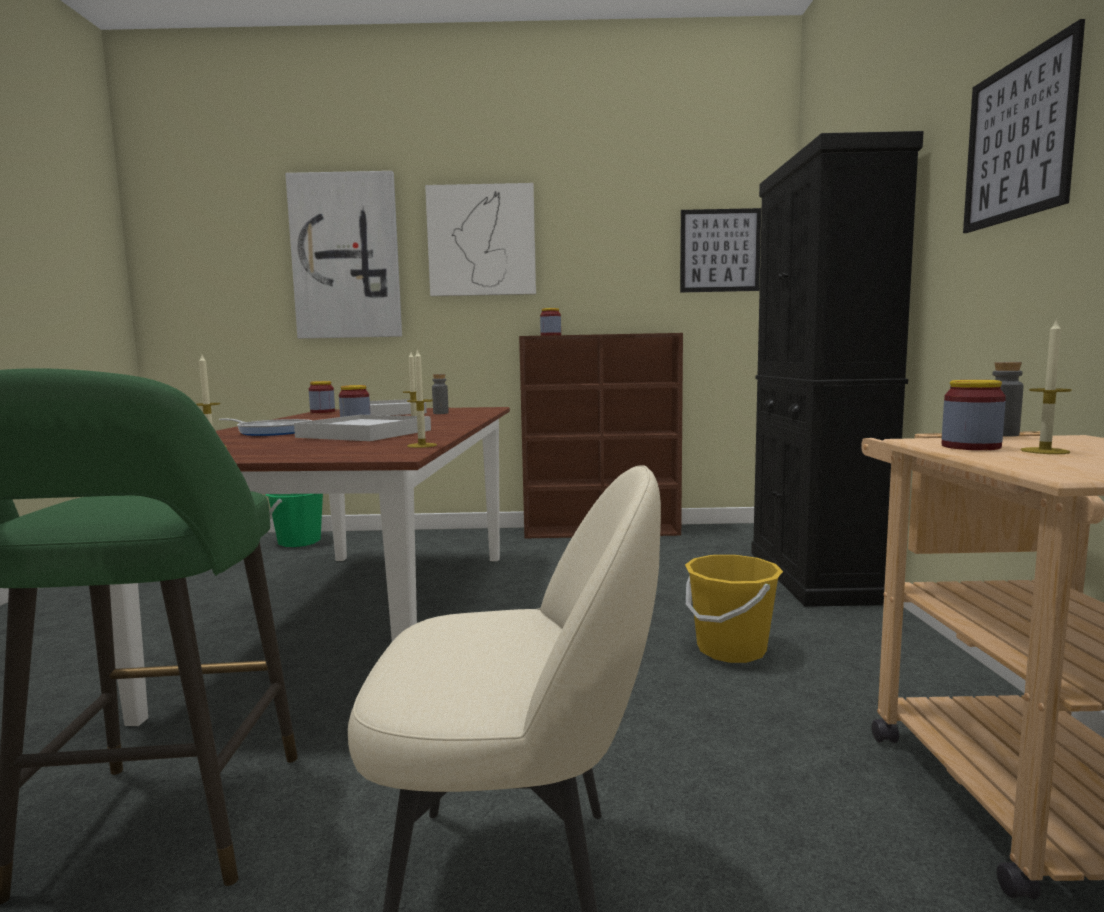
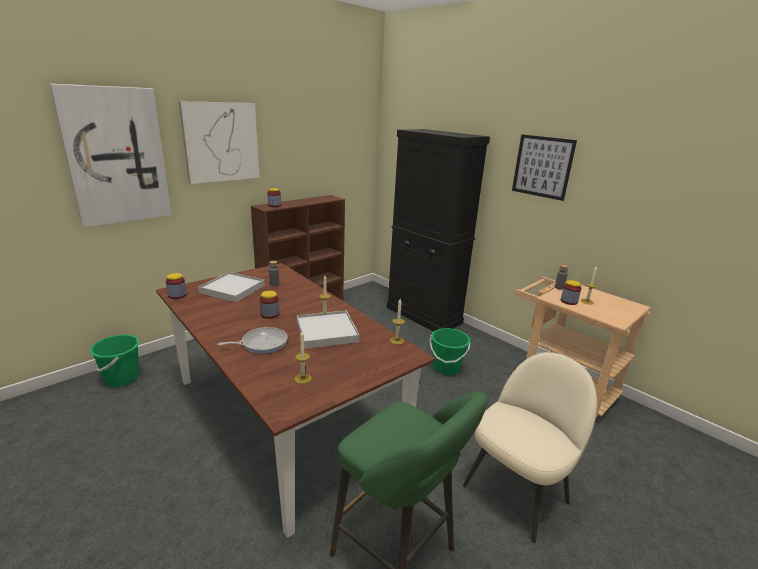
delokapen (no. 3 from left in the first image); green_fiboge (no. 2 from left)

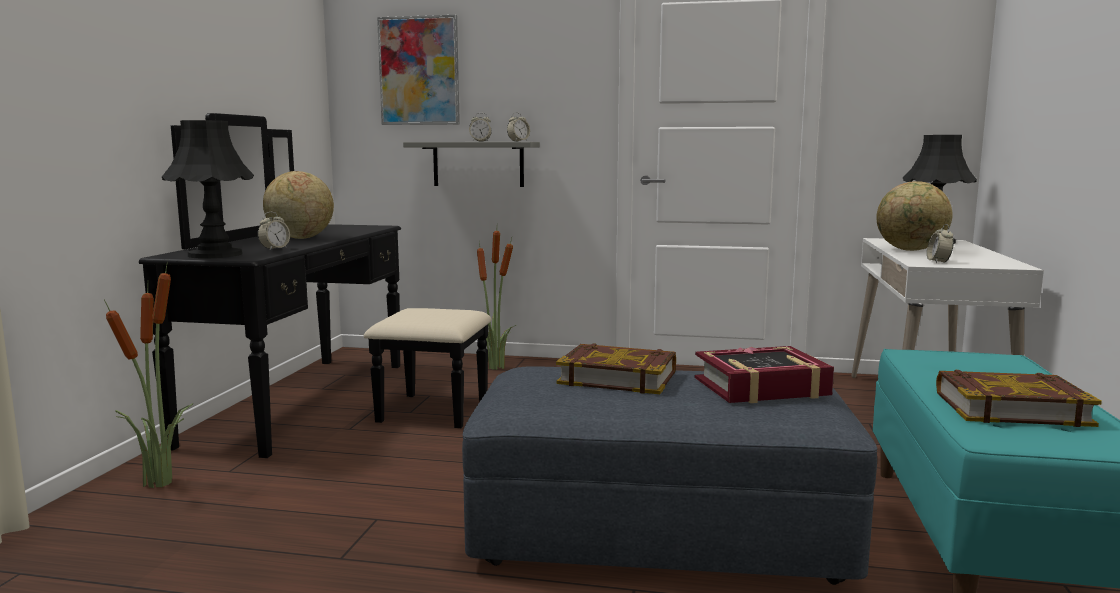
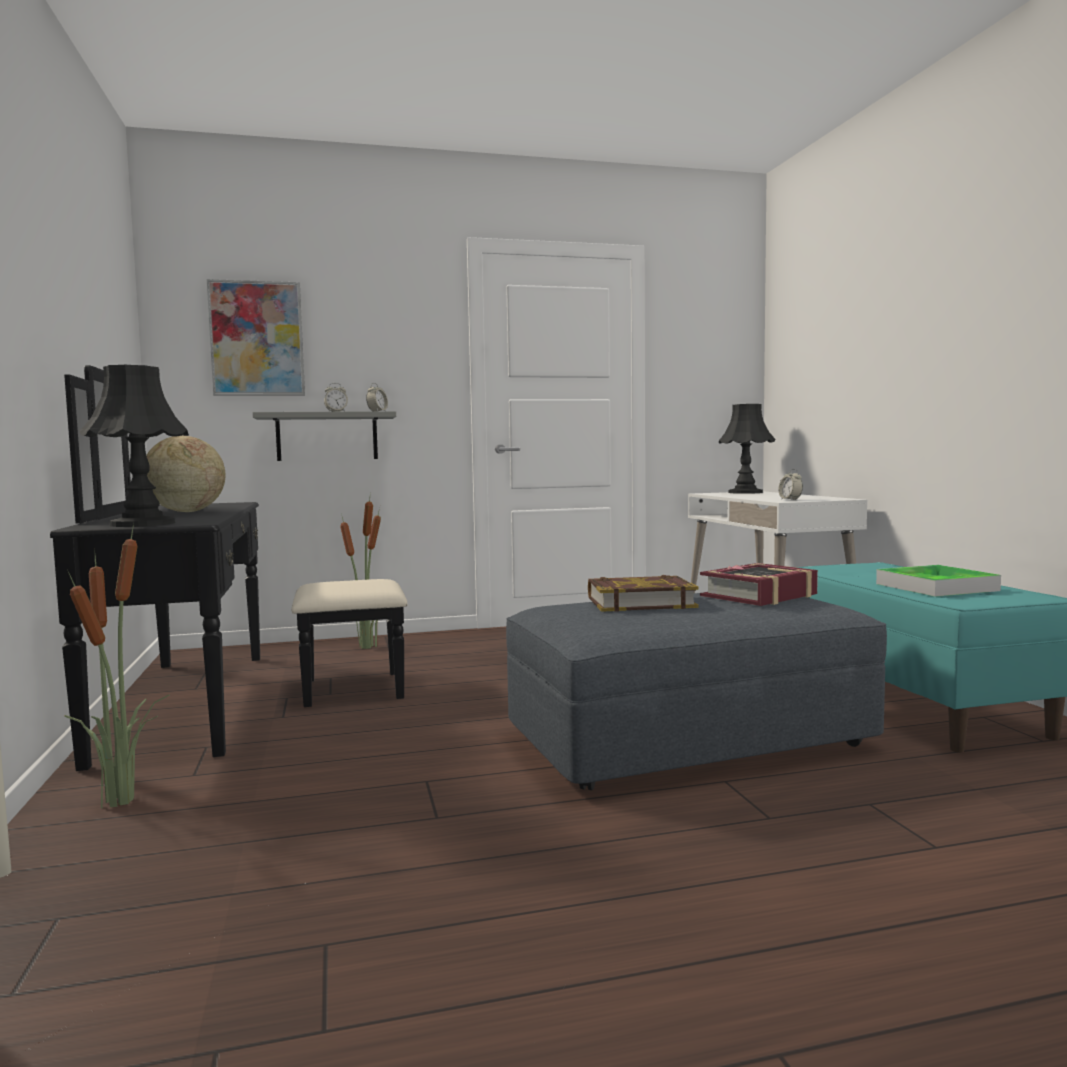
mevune (no. 1 from left in the first image); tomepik (no. 2 from left in the first image); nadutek

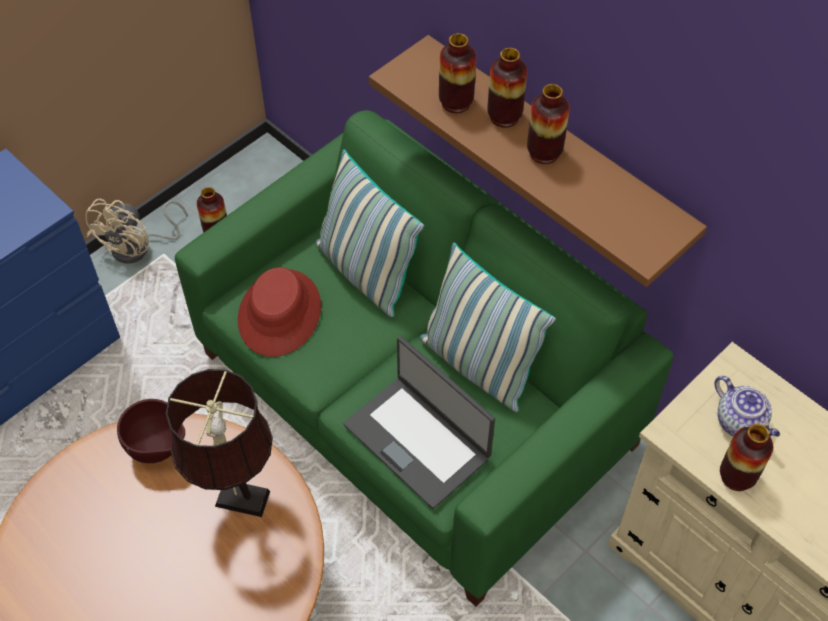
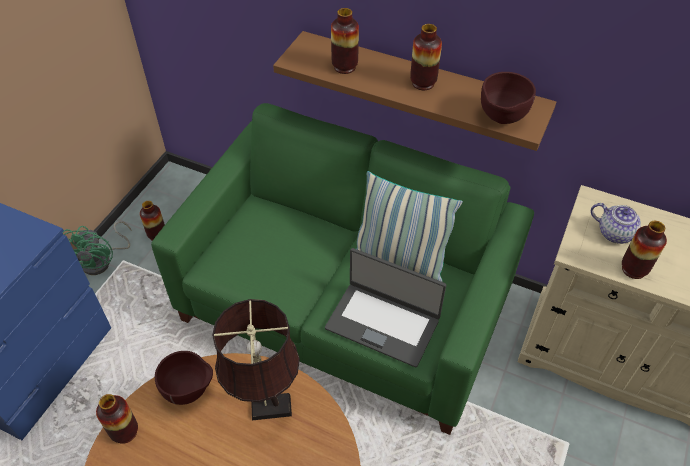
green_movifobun; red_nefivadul; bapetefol (no. 1 from left in the first image); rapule (no. 1 from left); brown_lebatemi (no. 2 from left)

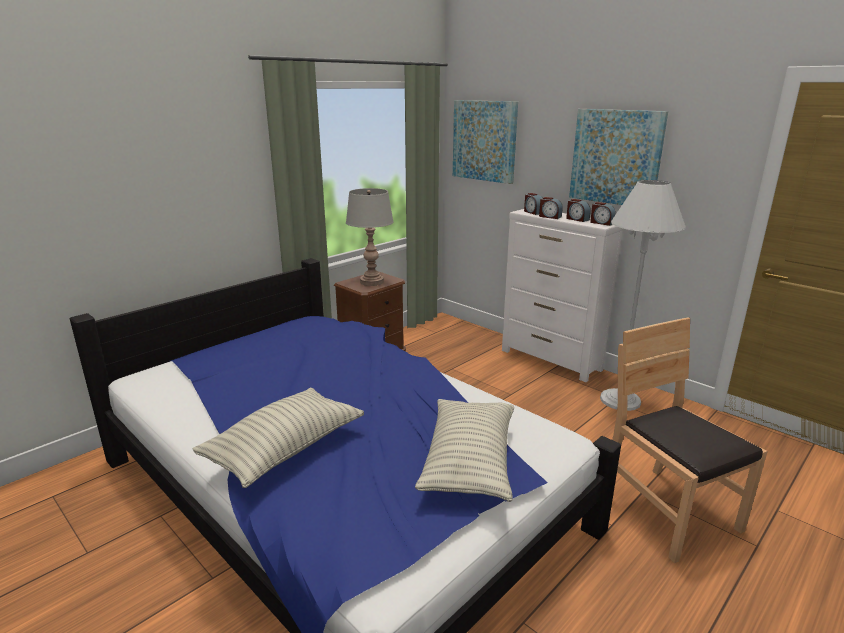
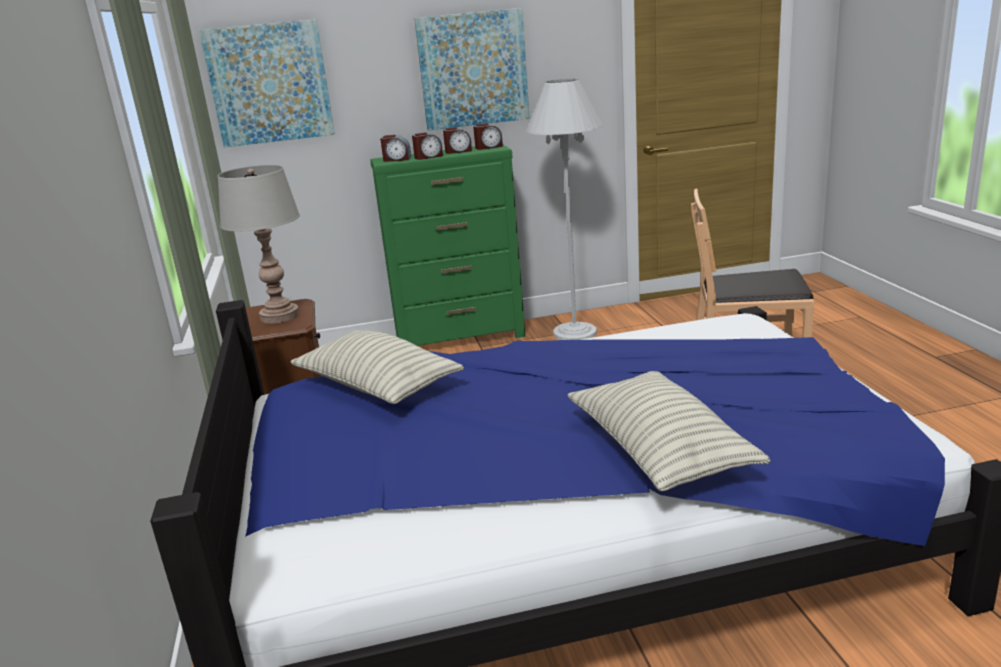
bapetefol (no. 1 from left); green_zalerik

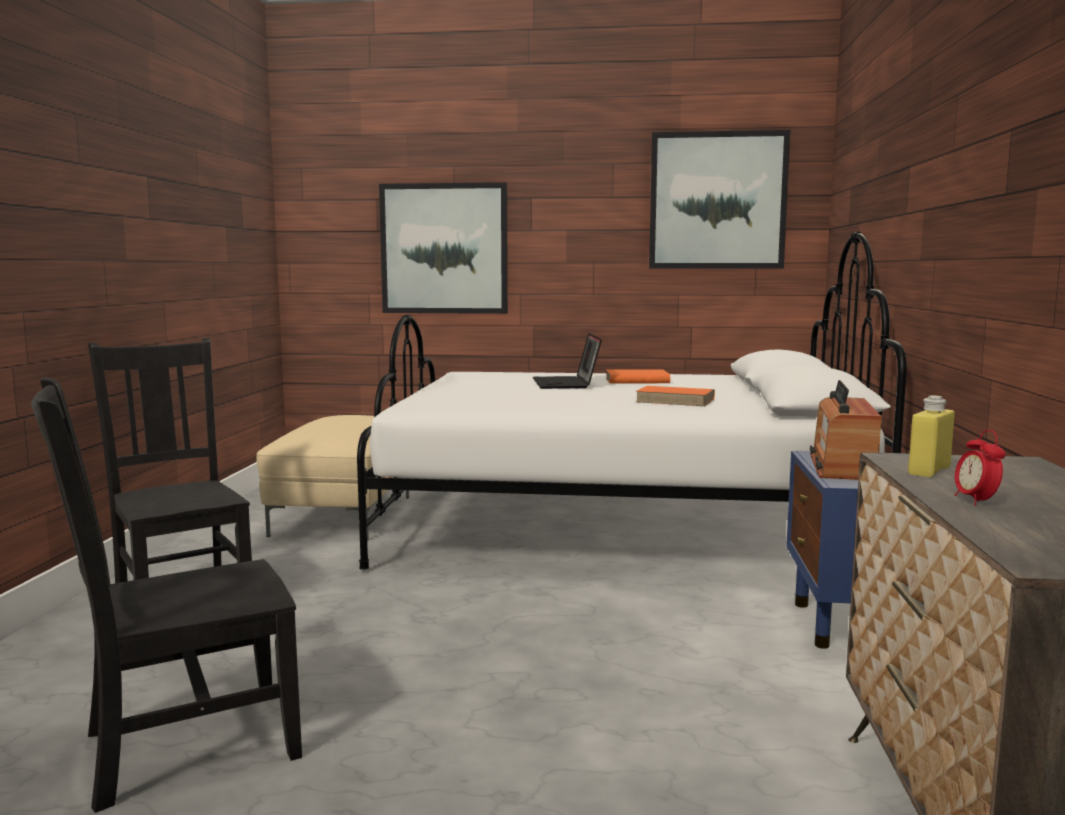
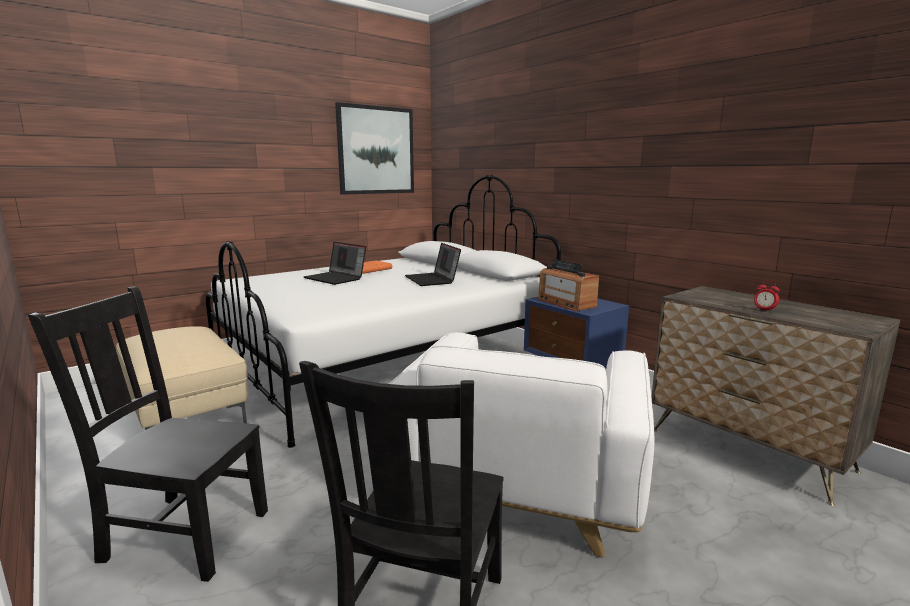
delokapen (no. 1 from left in the first image); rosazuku (no. 2 from left); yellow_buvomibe; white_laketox

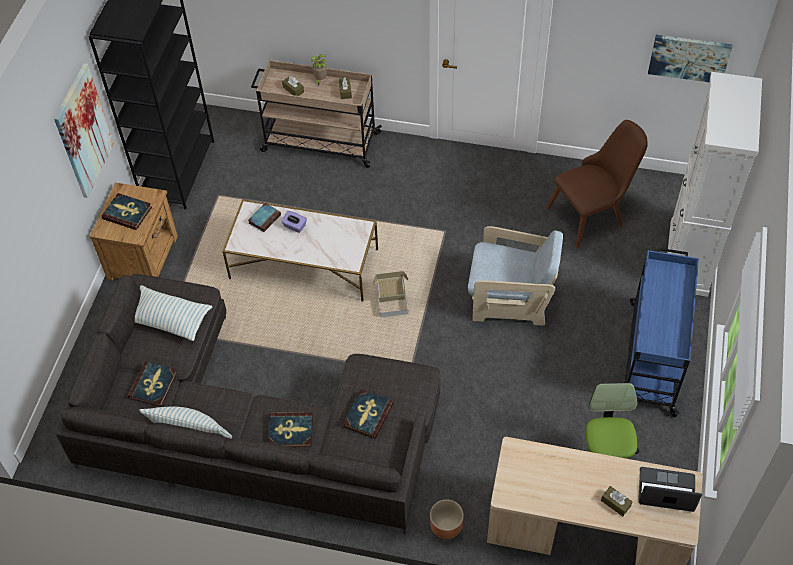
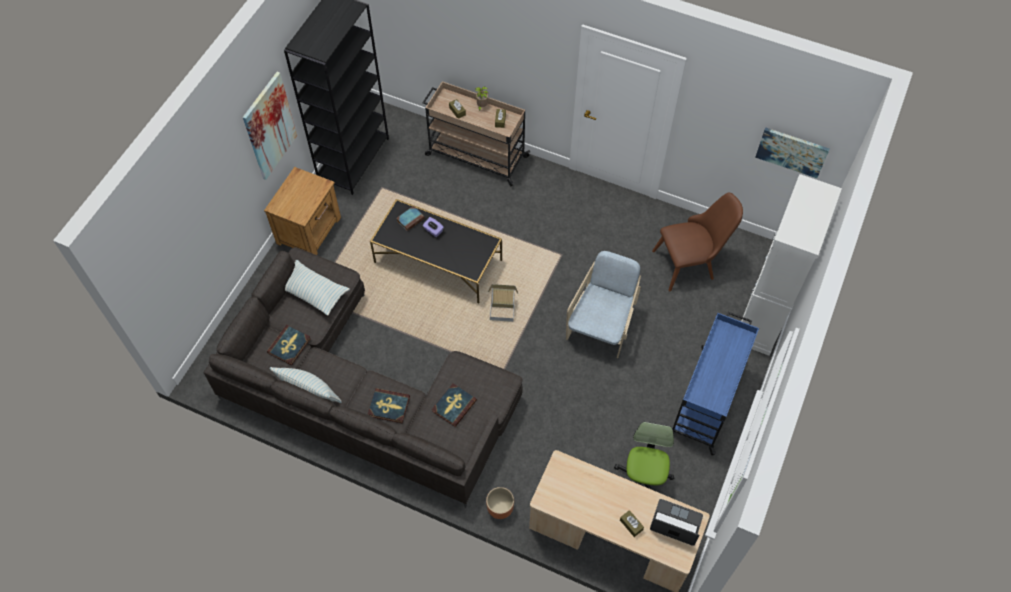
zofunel (no. 1 from left in the first image); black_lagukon; beige_laketox

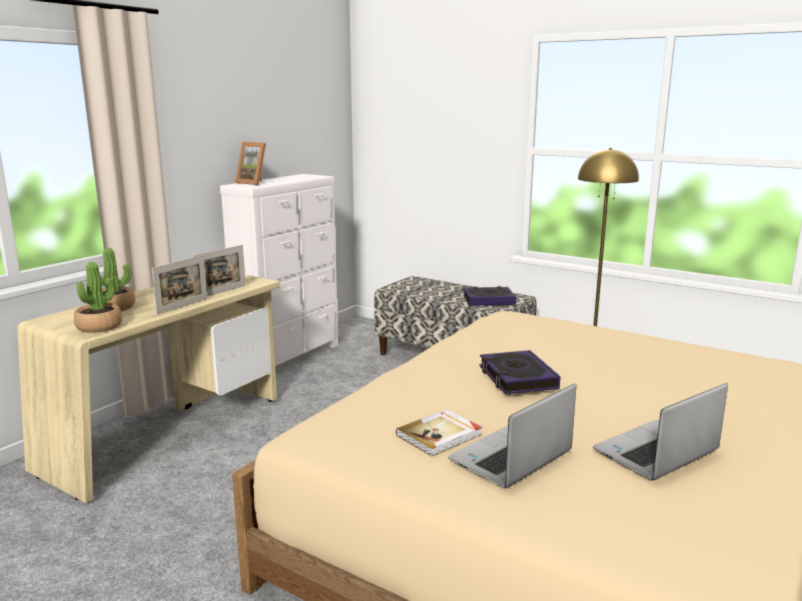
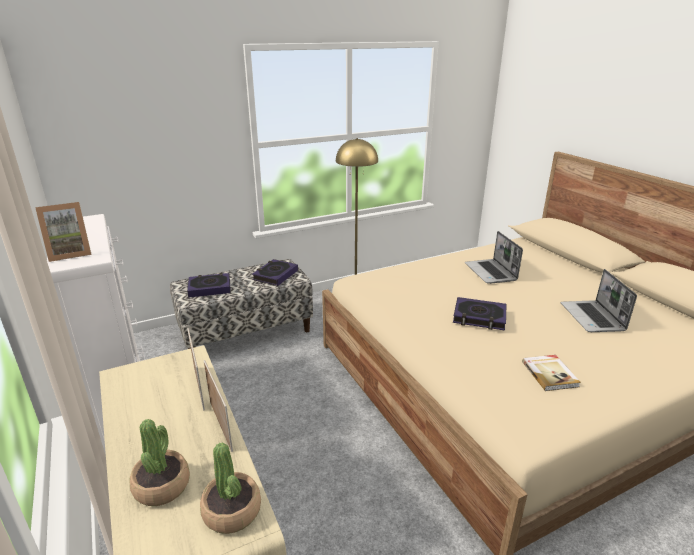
rosazuku (no. 1 from left); zofunel (no. 1 from left)

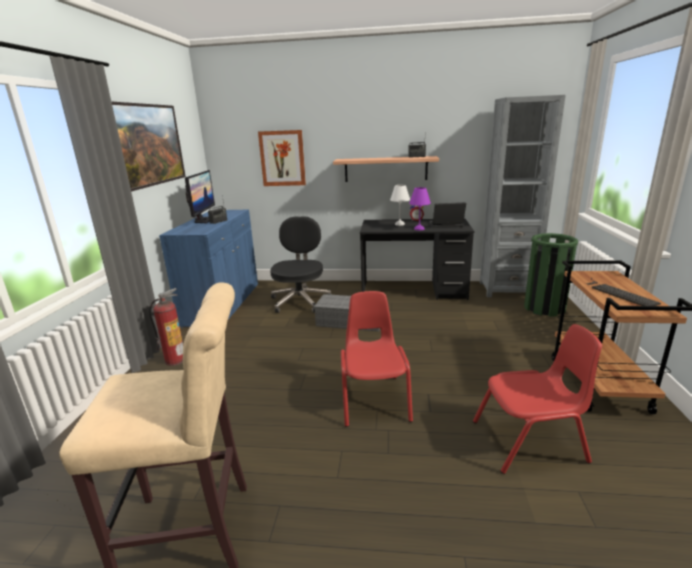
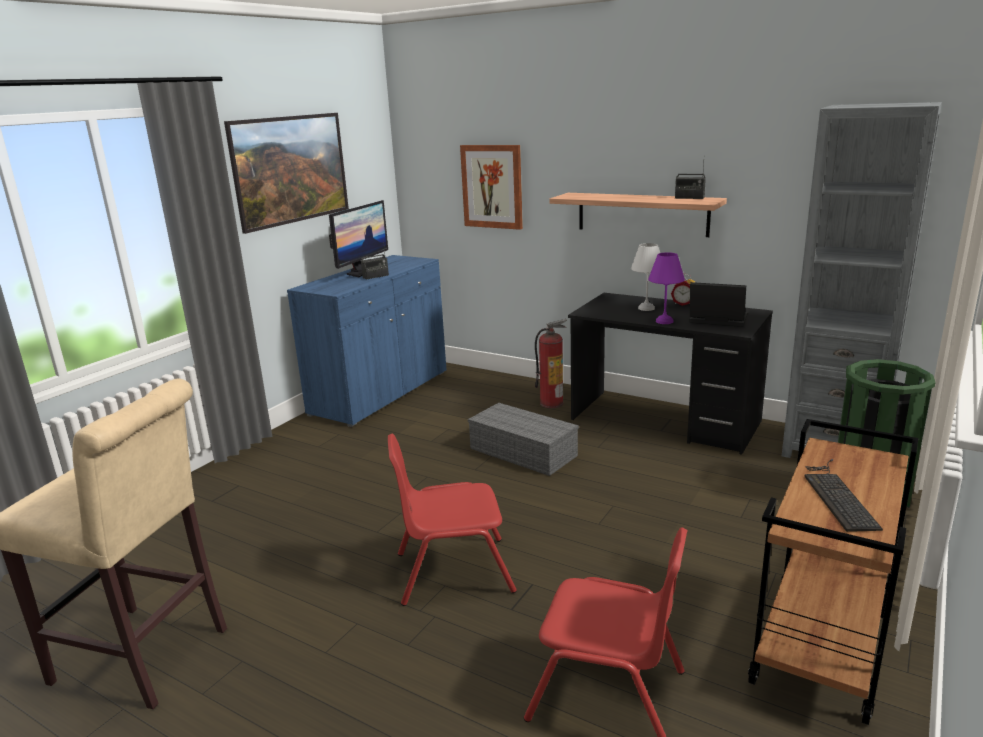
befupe; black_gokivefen; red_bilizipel (no. 1 from left)

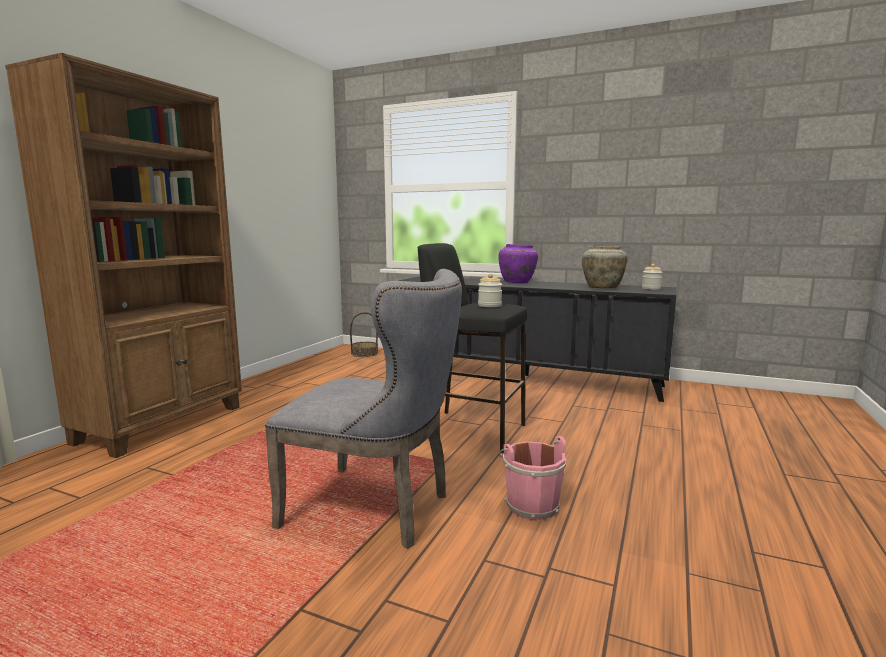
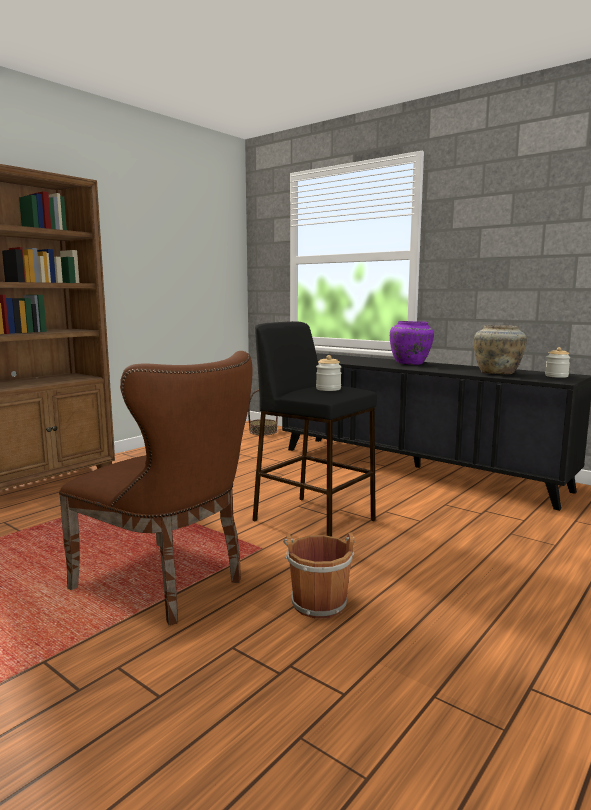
brown_bilizipel; brown_fiboge

